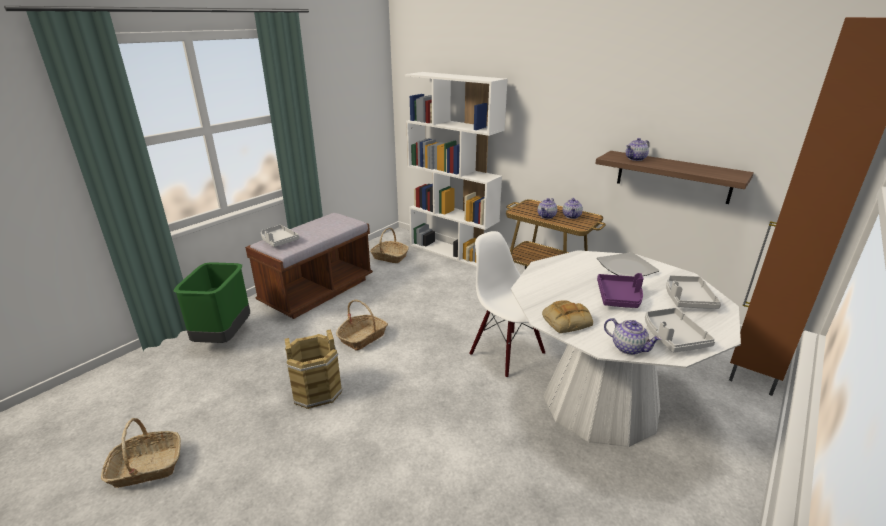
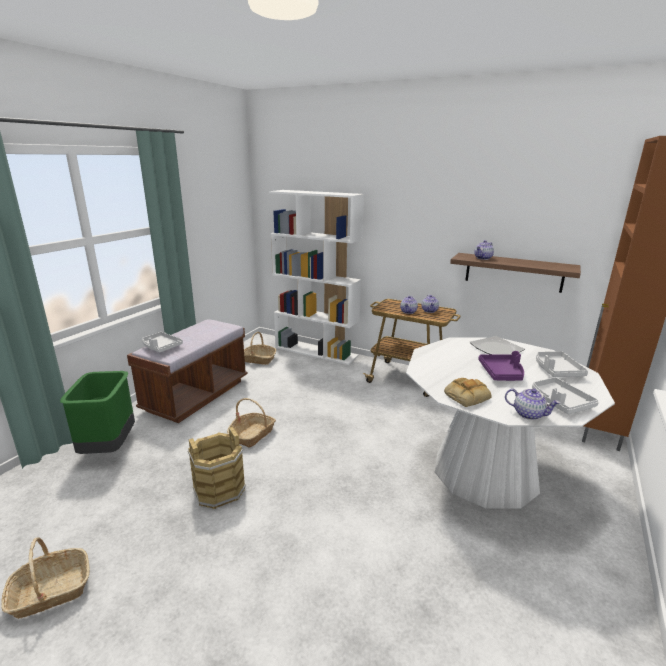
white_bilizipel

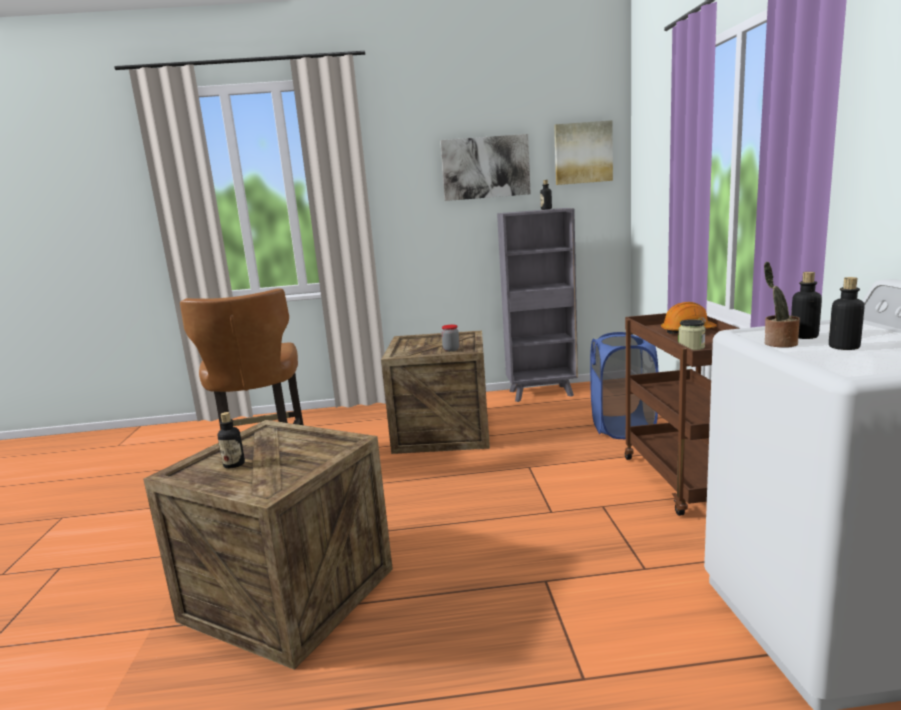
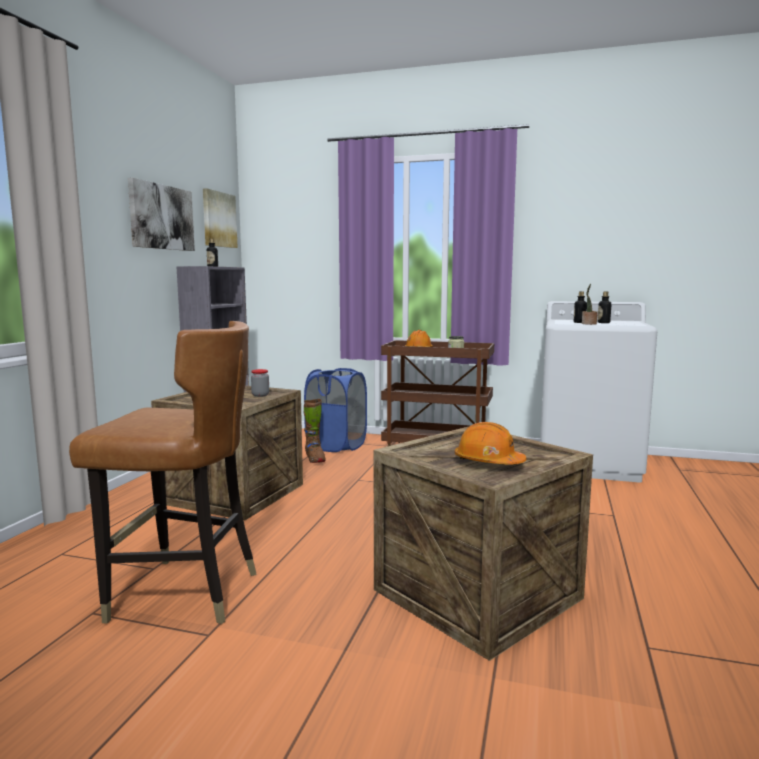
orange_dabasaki (no. 2 from left); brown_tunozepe

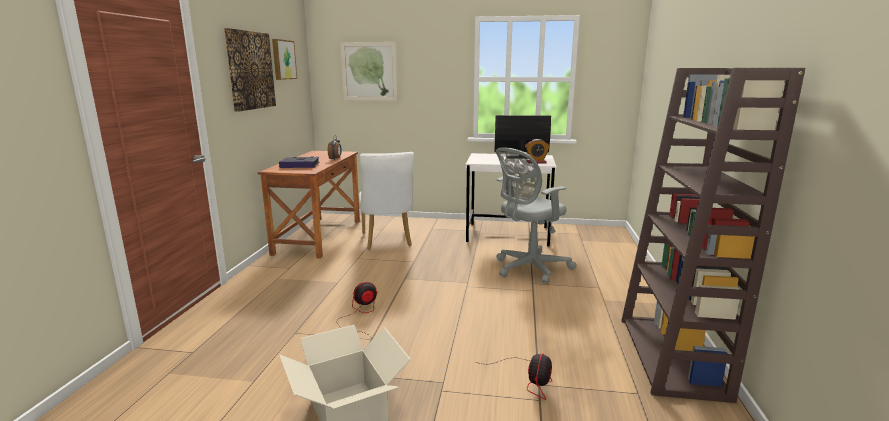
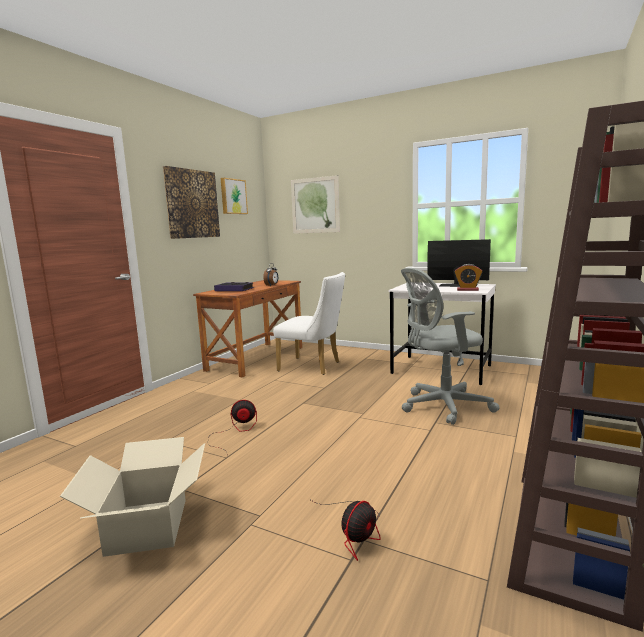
white_bilizipel

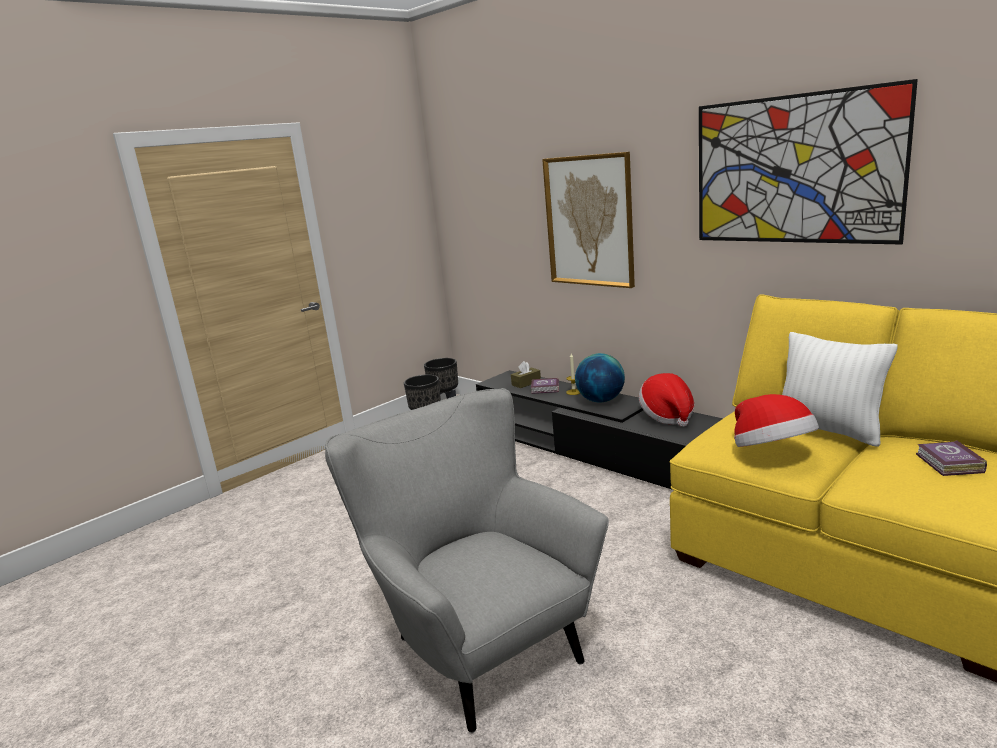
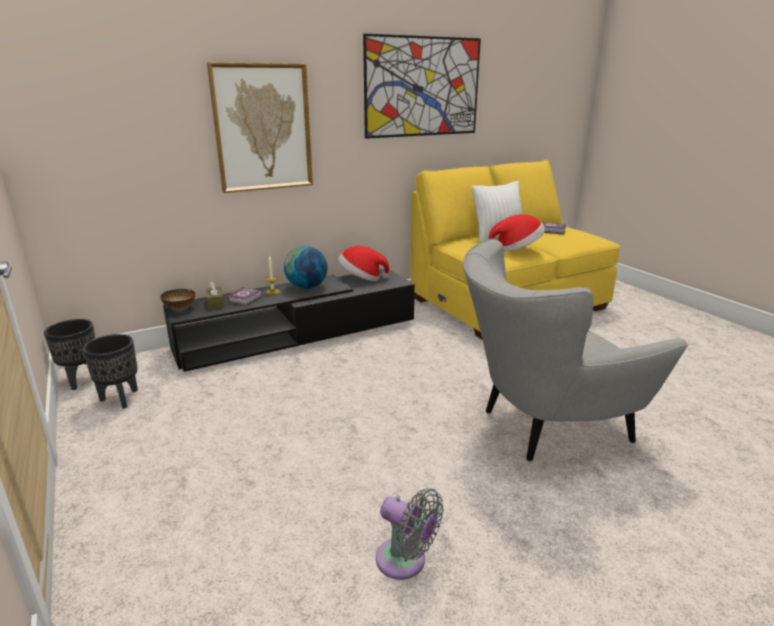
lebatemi; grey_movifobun

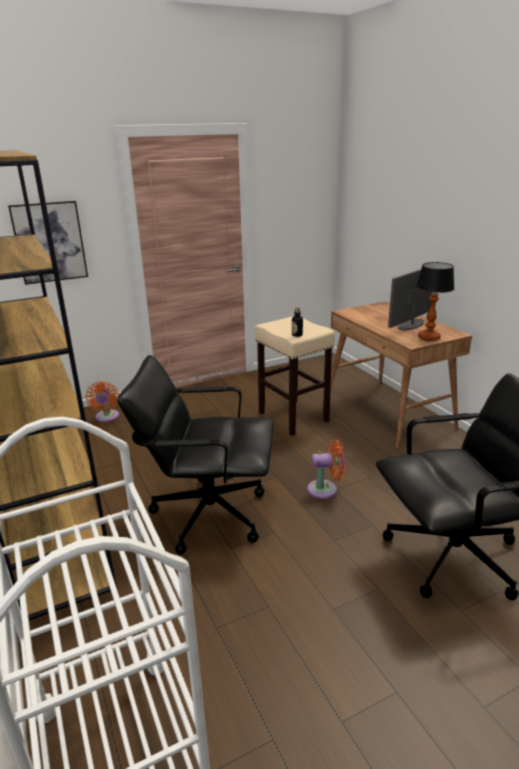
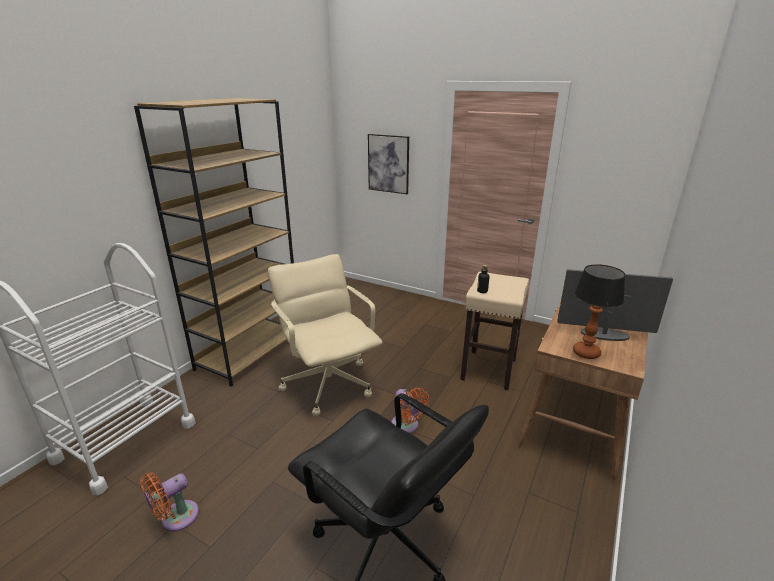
orange_movifobun (no. 1 from left); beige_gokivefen

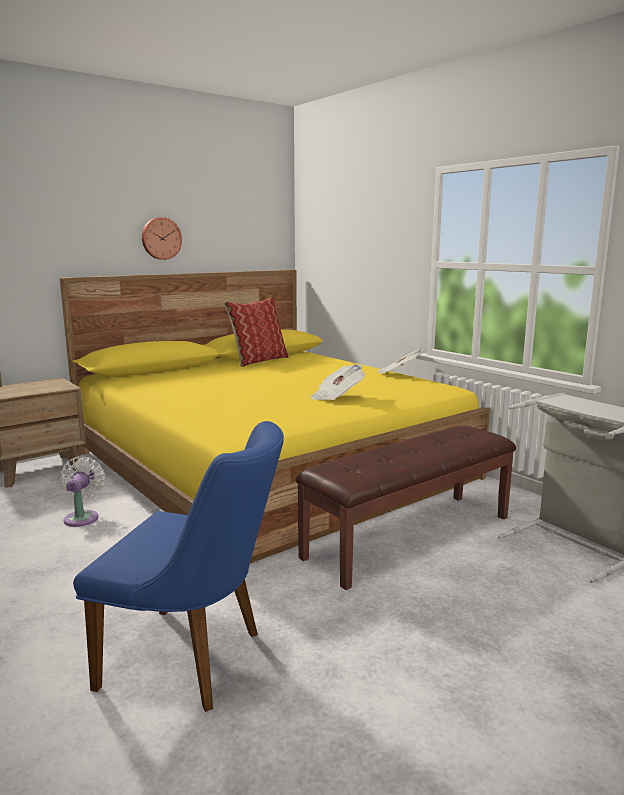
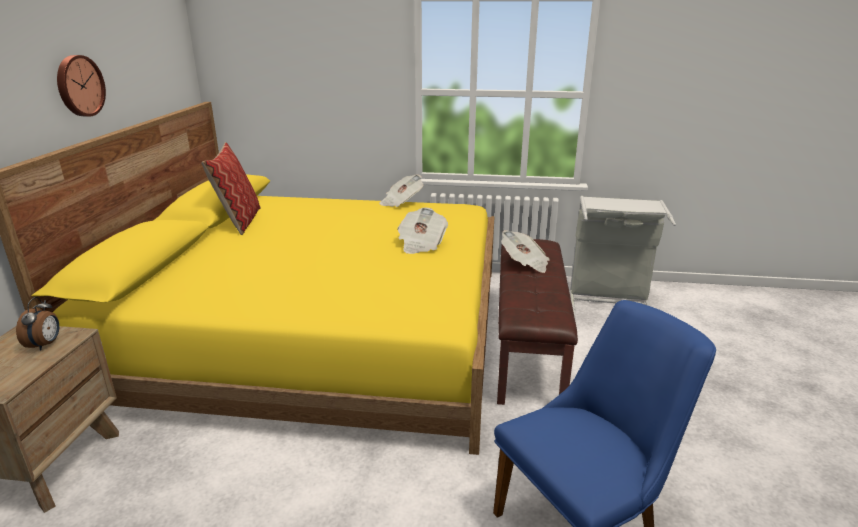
white_movifobun; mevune; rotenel (no. 3 from left)

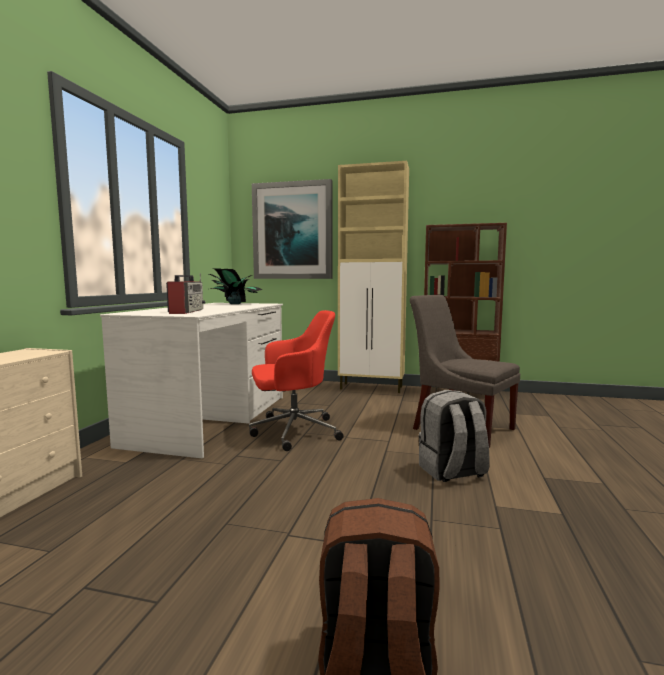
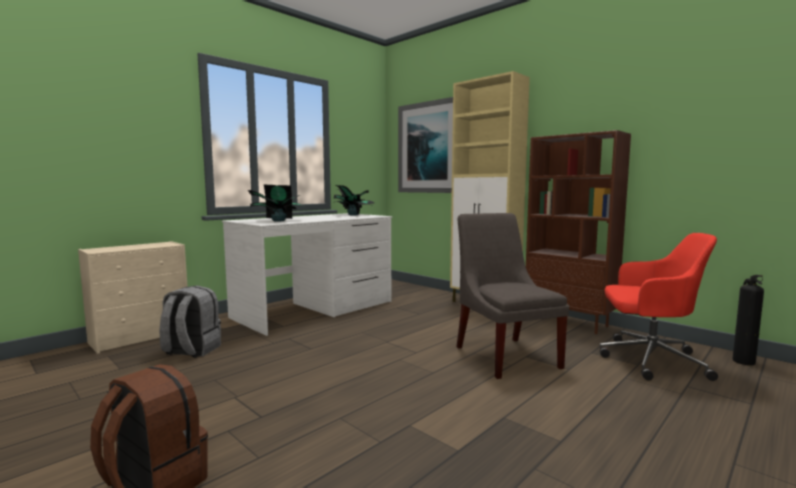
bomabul (no. 1 from left); red_gokivefen; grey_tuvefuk; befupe

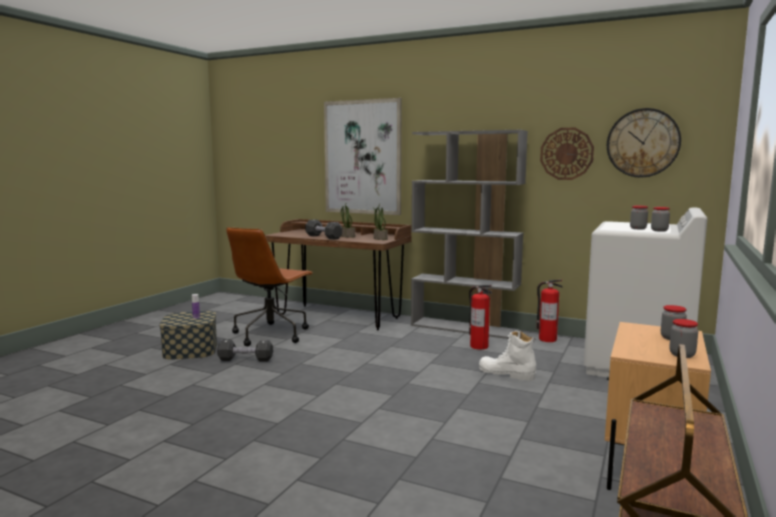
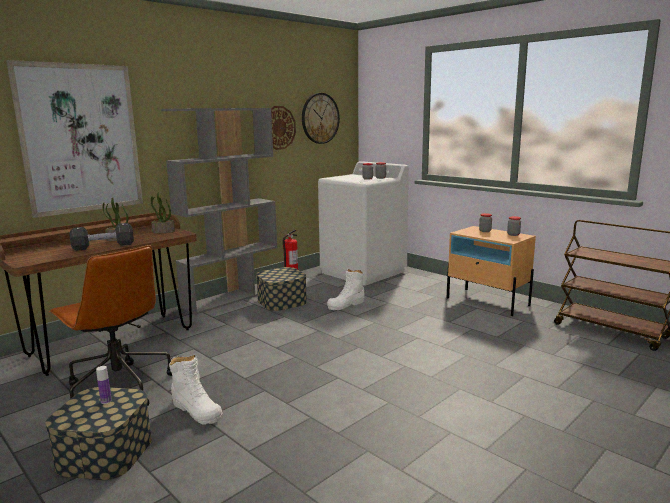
white_tunozepe (no. 1 from left); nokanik (no. 2 from left)

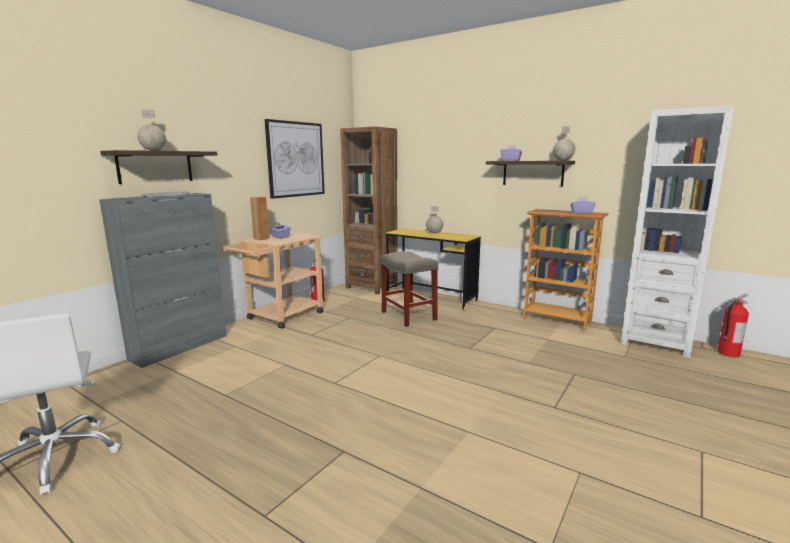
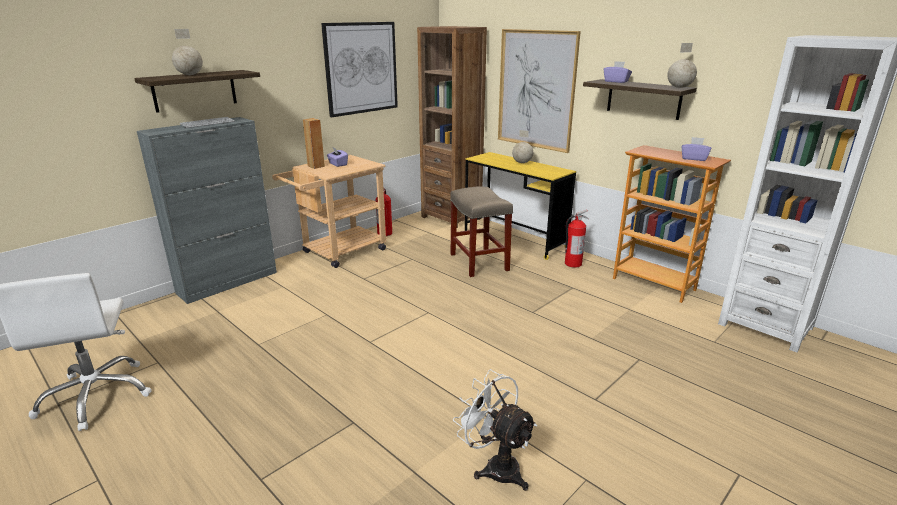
befupe (no. 2 from left); white_movifobun; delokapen (no. 2 from left)

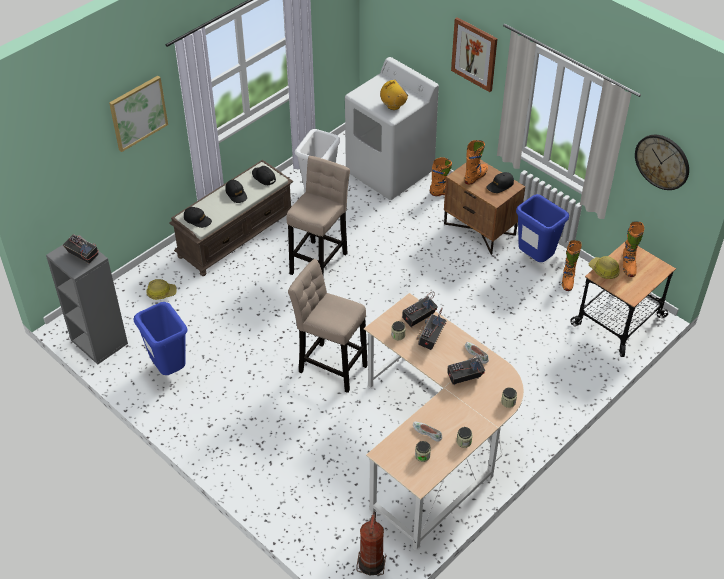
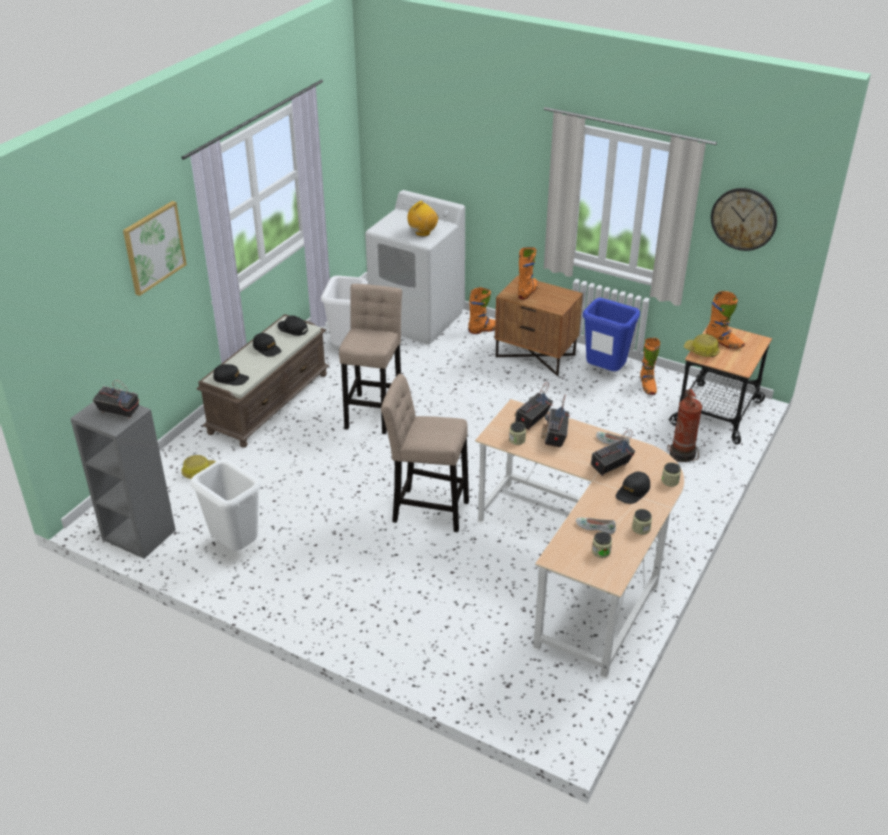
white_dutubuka (no. 1 from left); befupe; delokapen (no. 2 from left in the first image); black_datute (no. 4 from left); orange_tunozepe (no. 4 from left)

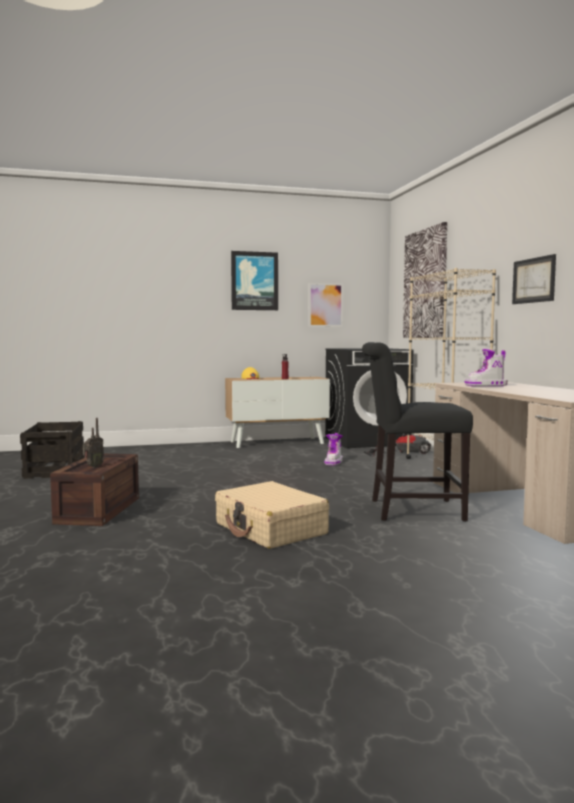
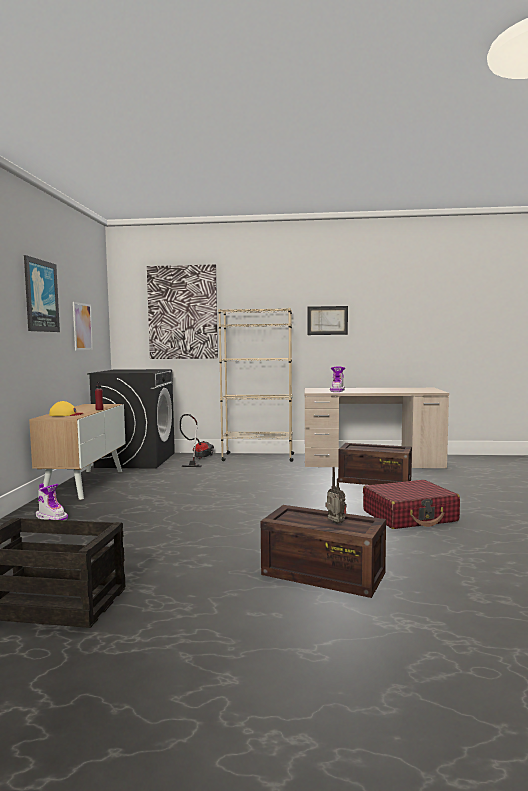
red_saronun; tunozepe (no. 1 from left); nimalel (no. 3 from left)

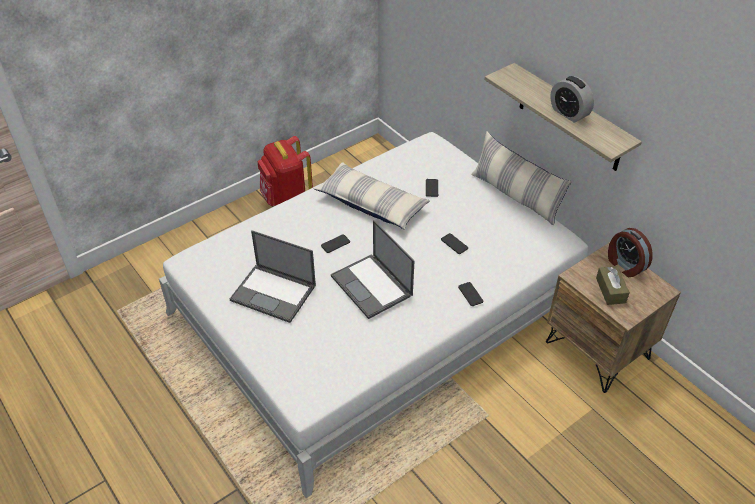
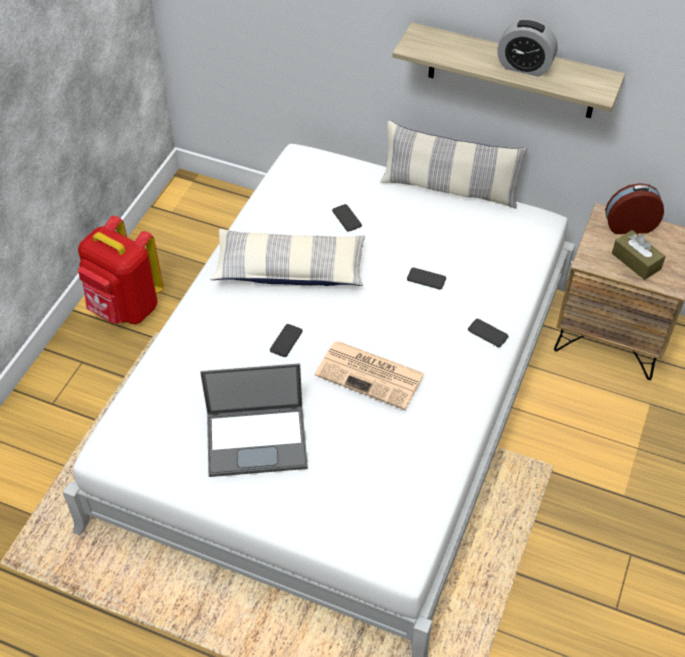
rotenel; mevune (no. 2 from left)

